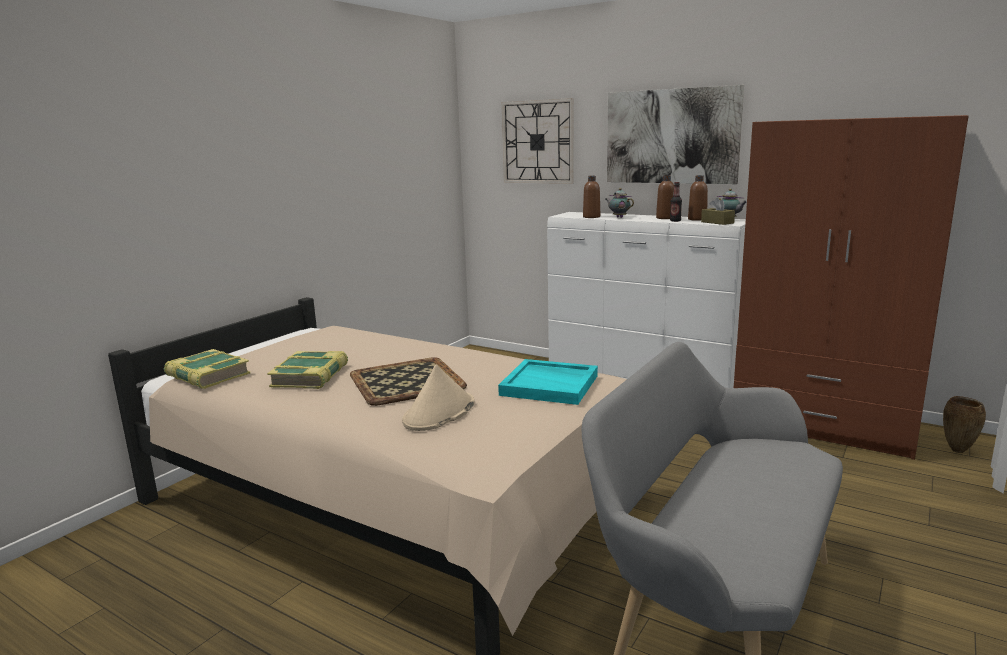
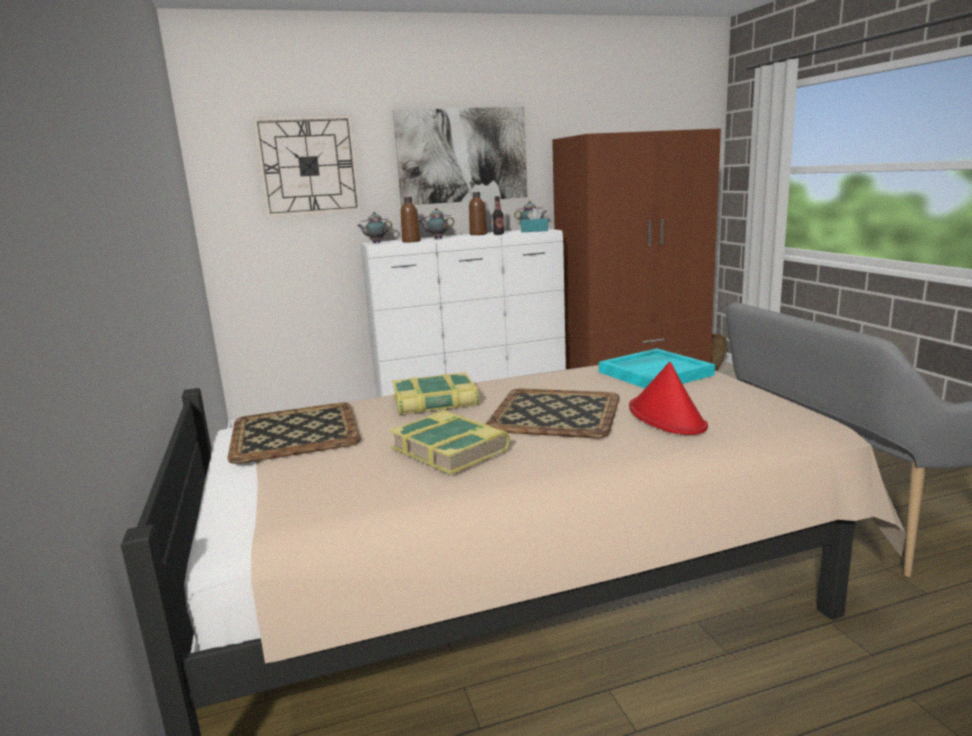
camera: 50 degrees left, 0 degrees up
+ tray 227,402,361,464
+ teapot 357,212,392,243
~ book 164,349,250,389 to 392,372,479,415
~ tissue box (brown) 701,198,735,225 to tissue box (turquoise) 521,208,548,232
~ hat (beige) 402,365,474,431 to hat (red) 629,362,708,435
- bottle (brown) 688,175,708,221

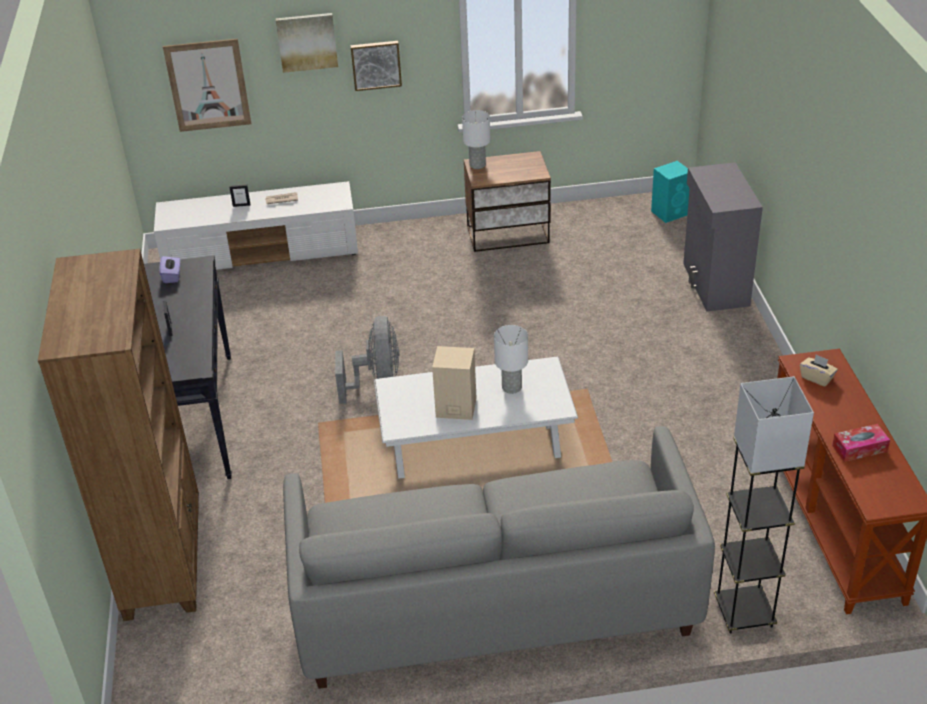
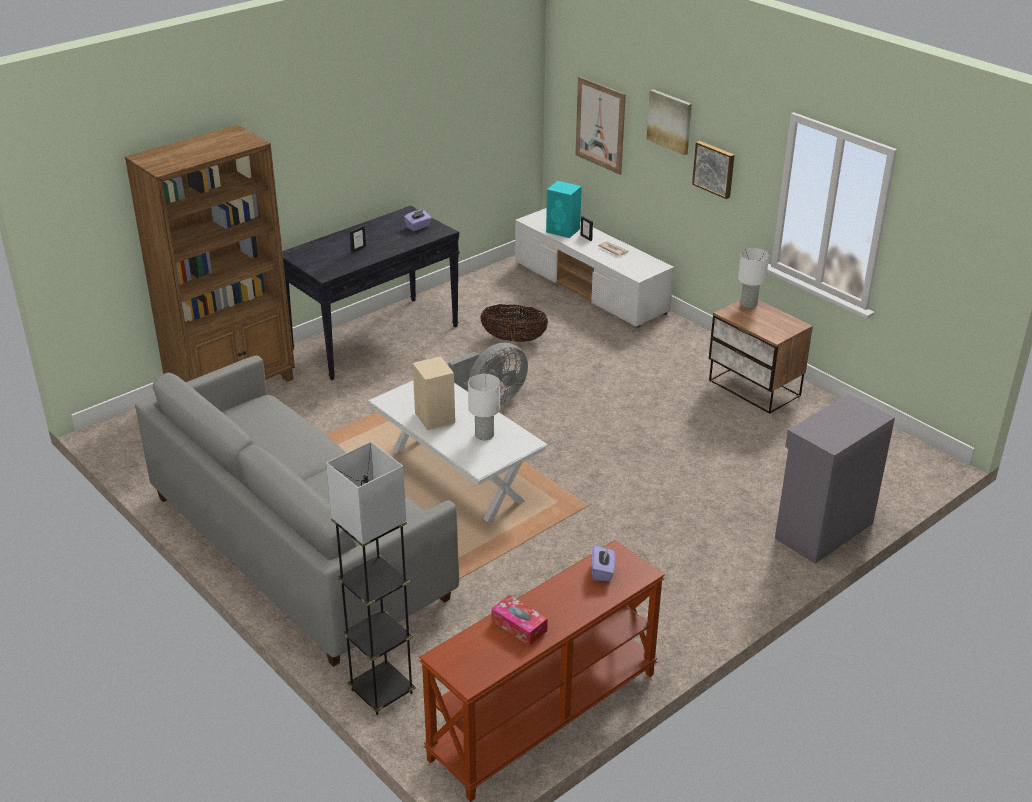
camera: 55 degrees right, 5 degrees down
+ basket 480,304,549,342
~ speaker (turquoise) 651,161,690,223 to 546,181,582,238
~ tissue box (beige) 800,354,838,387 to tissue box (purple) 591,545,615,581

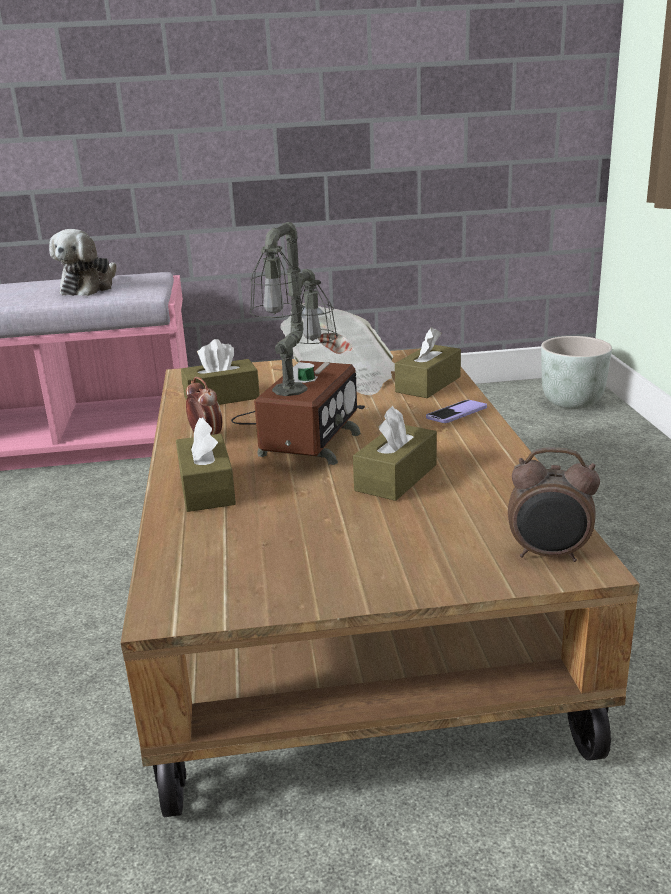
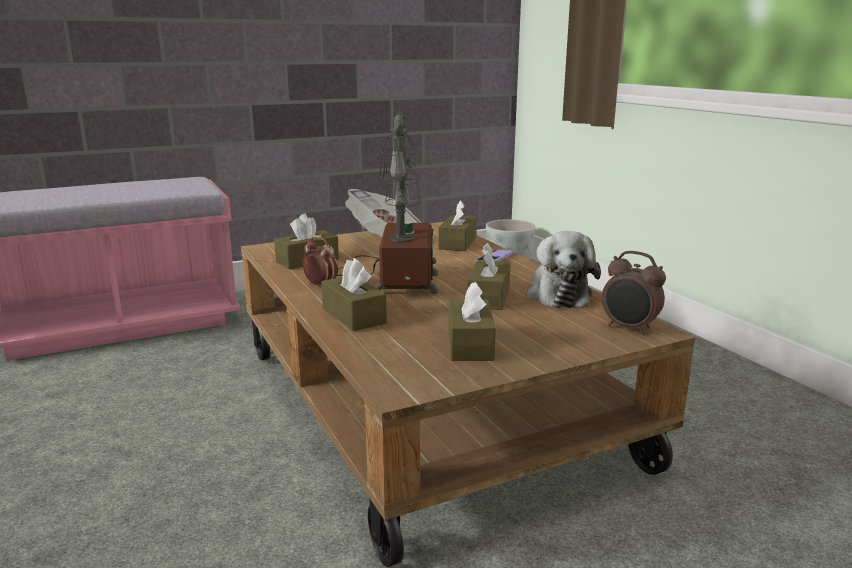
camera: 20 degrees left, 5 degrees down
+ tissue box (brown) 448,282,496,361
~ plush toy 49,229,117,296 to 526,231,601,308
~ alarm clock 508,447,600,562 = 602,251,666,335 45 degrees clockwise

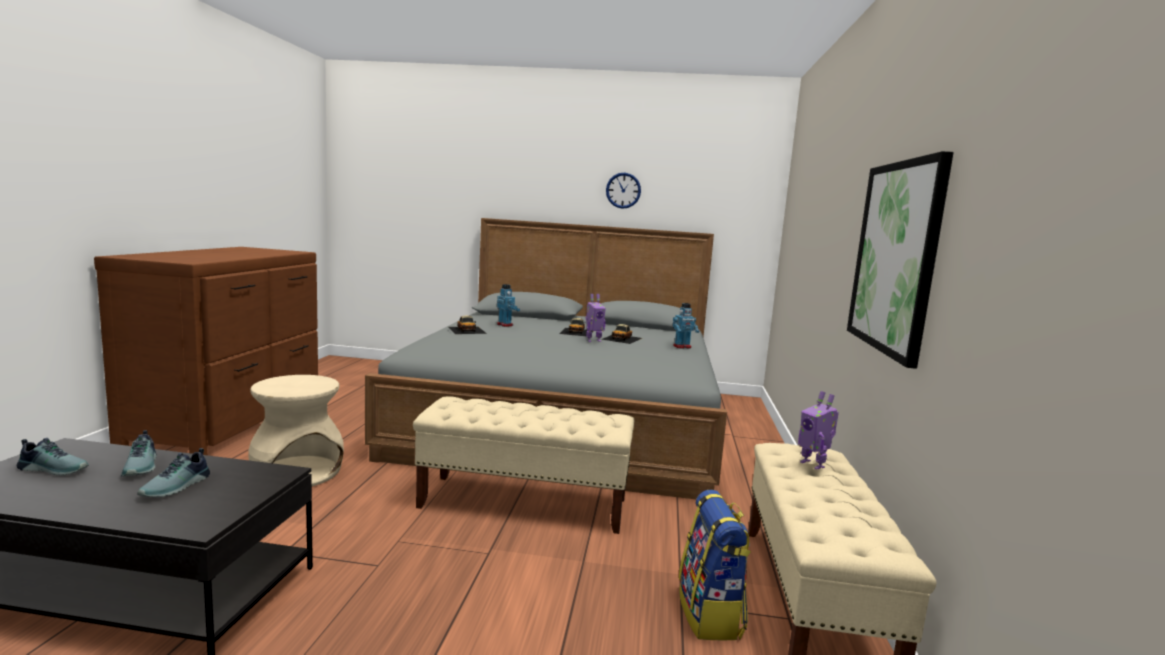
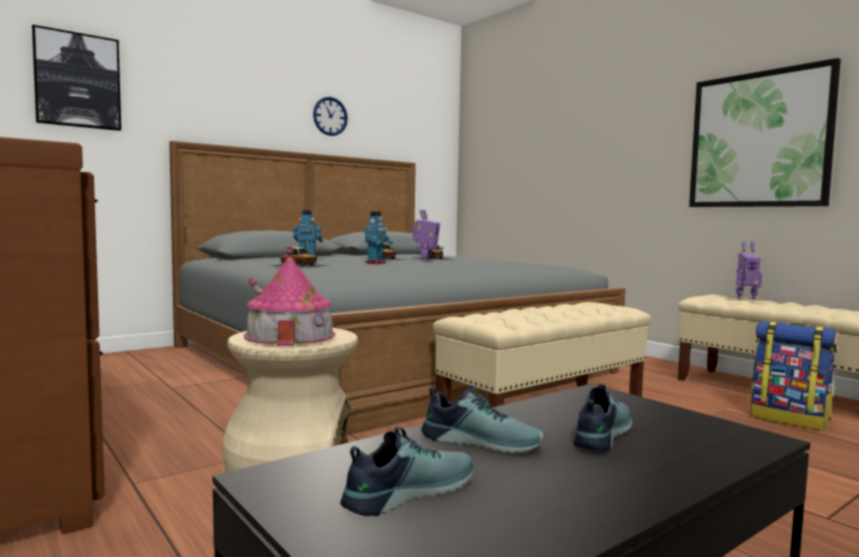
camera: 45 degrees left, 5 degrees down
+ picture 32,25,121,131
+ toy house 244,247,335,346
~ toy robot 672,303,700,349 to 364,211,393,264
~ shoe 137,448,210,497 = 573,383,632,451 120 degrees counterclockwise

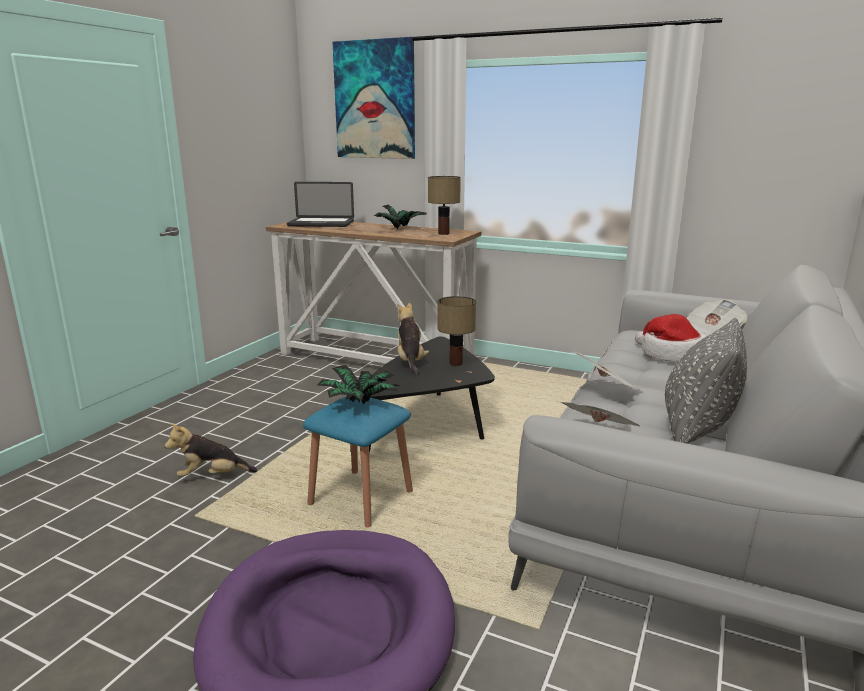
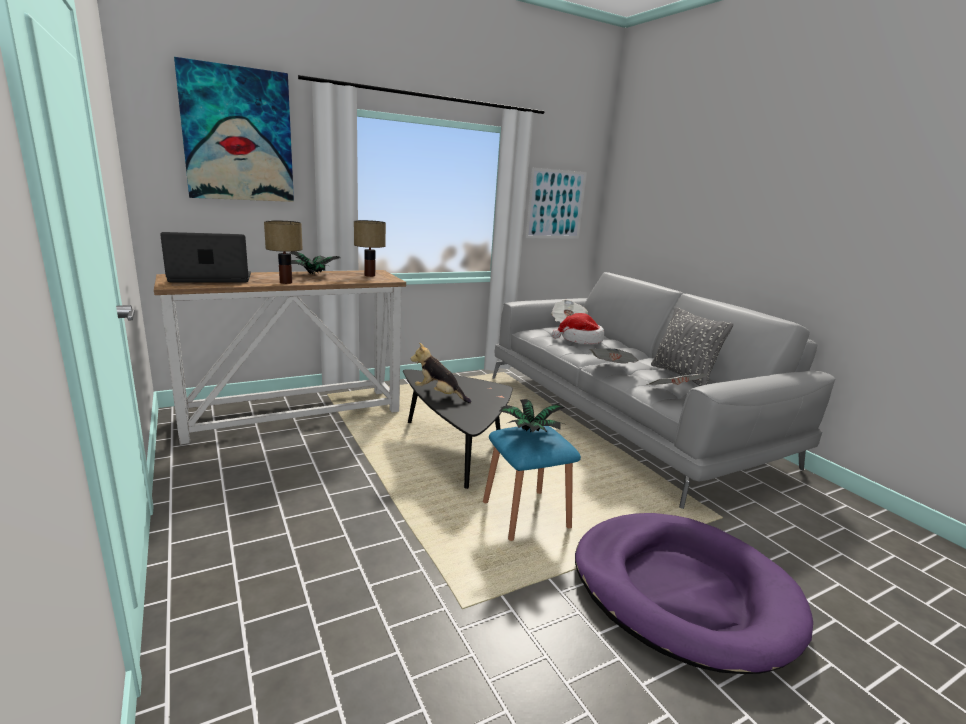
camera: 55 degrees left, 0 degrees up
~ laptop 287,182,354,227 = 160,232,251,283 150 degrees counterclockwise
~ table lamp 437,296,476,366 to 264,220,303,284
+ picture 525,168,587,239
- plush toy 165,423,258,477

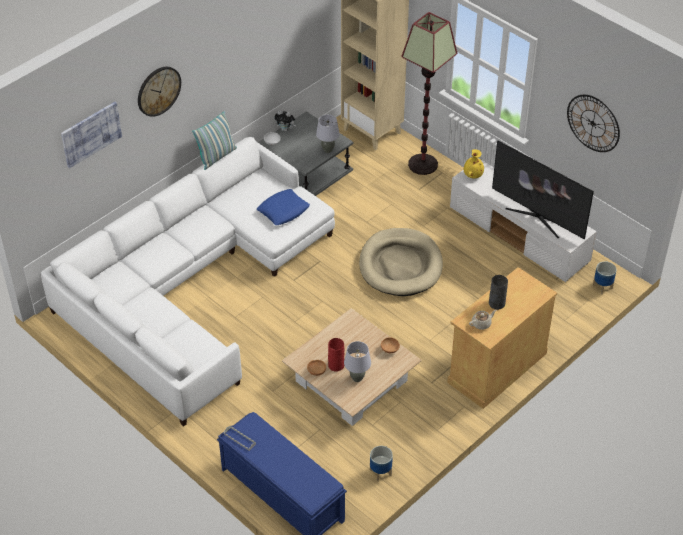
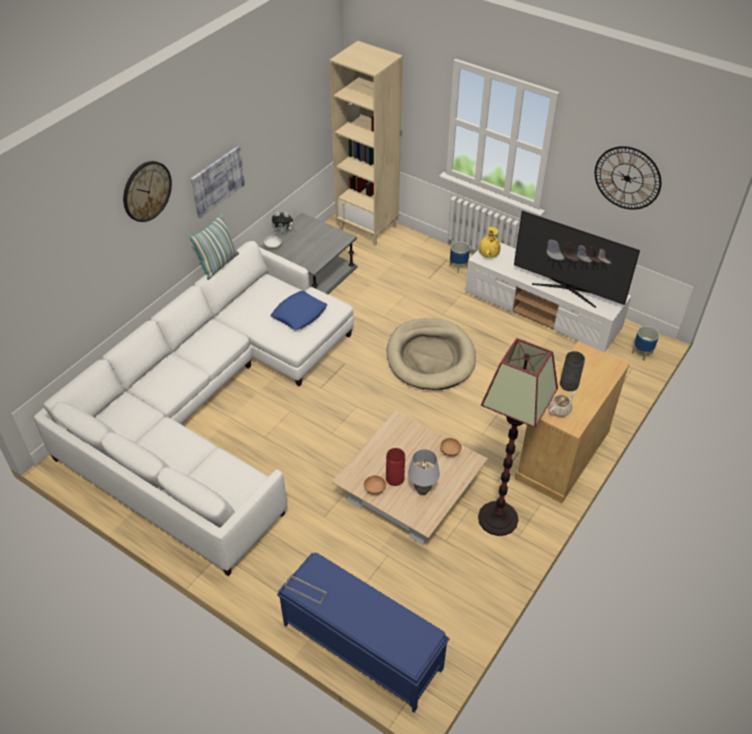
camera: 10 degrees left, 0 degrees up
~ picture 61,102,122,168 to 191,146,245,218
~ planter 370,446,393,481 to 449,241,470,273
~ floor lamp 401,12,457,175 to 478,338,558,536
- table lamp (grey) 316,115,340,153

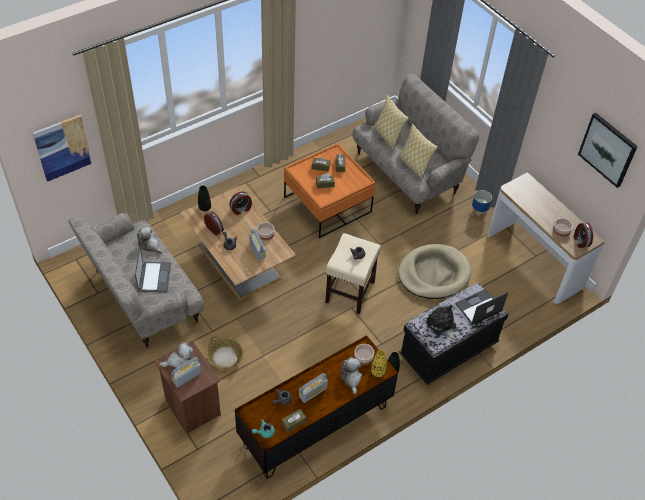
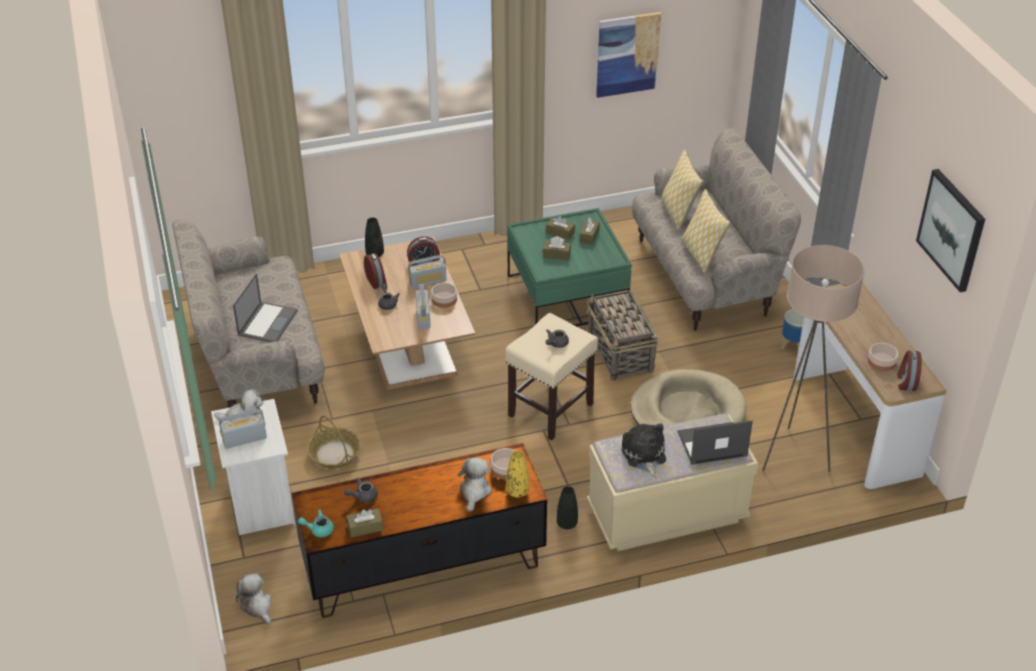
camera: 20 degrees right, 10 degrees down
~ nightstand (brown) 154,341,221,433 to nightstand (white) 211,399,295,535
~ plush toy 137,227,163,254 to 236,573,271,625
~ radio 299,373,328,403 to 408,255,446,289
~ coffee table (orange) 284,143,376,238 to coffee table (green) 507,208,632,326
+ basket 586,290,658,381
~ bench (black) 399,283,509,385 to bench (beige) 587,414,758,551
~ picture 33,115,92,182 to 596,12,661,98
+ floor lamp (beige) 762,245,865,473

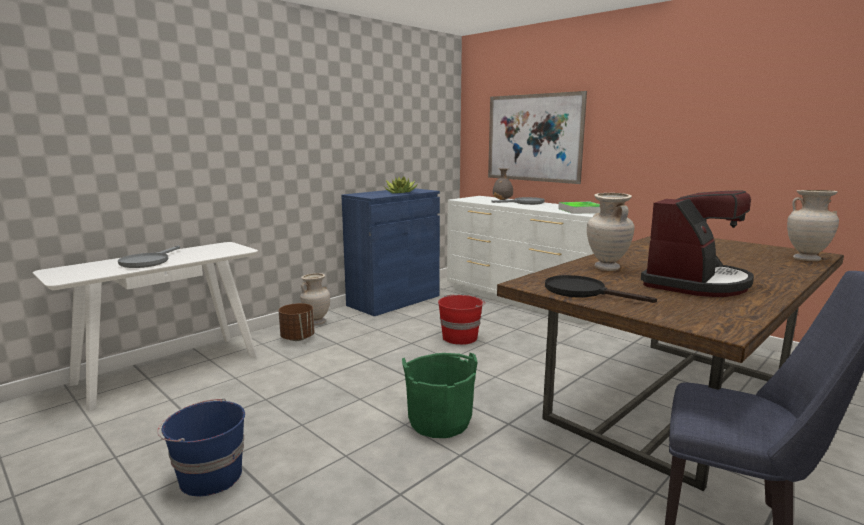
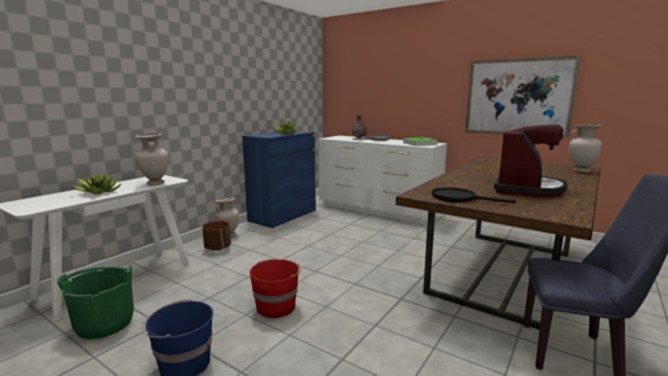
camera: 10 degrees left, 0 degrees up
~ bucket (green) 402,353,478,438 to 57,265,134,339
~ frying pan (grey) 118,245,180,268 to potted plant 71,172,122,195
~ vase (beige) 587,193,634,271 to 135,133,169,186
~ bucket (red) 438,295,485,345 to 249,259,302,318
~ picture 488,91,587,184 to 465,55,581,138

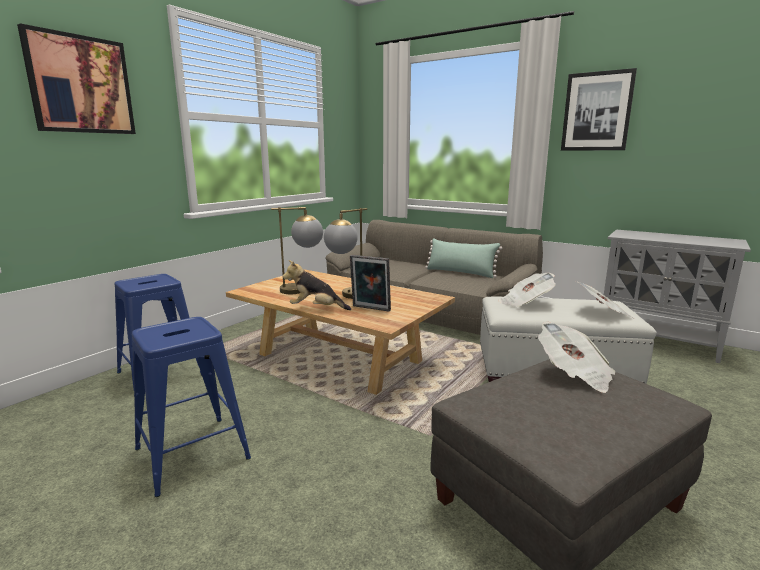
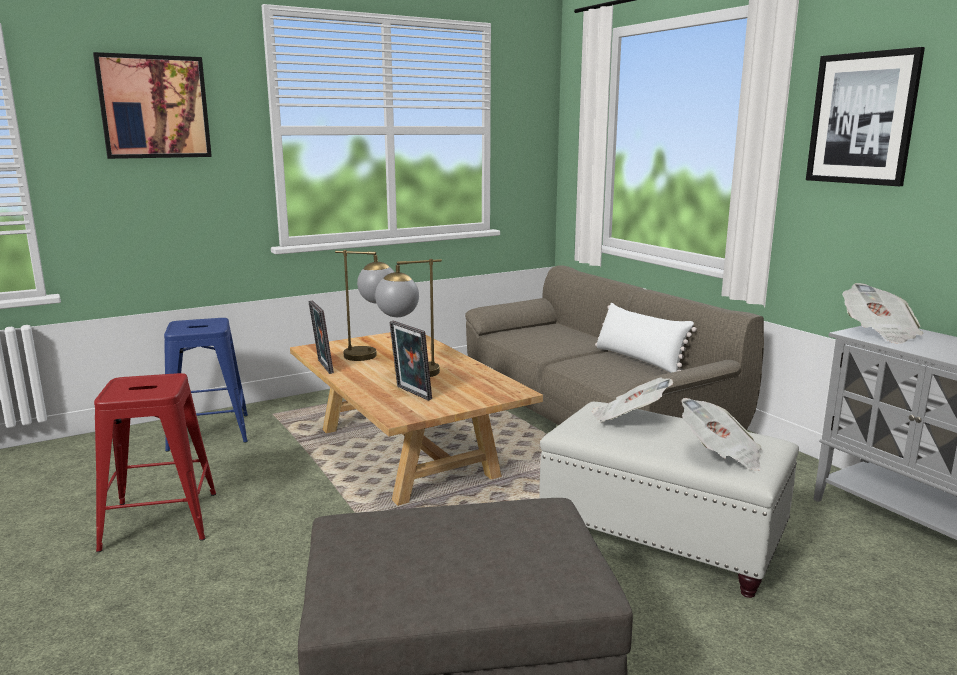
camera: 25 degrees right, 0 degrees up
~ stool (blue) 132,317,251,497 to stool (red) 94,373,216,552
+ picture frame 308,300,334,374
~ pillow (green) 425,238,502,278 to pillow (white) 595,303,697,373
~ newspaper 538,322,616,393 to 842,283,924,344
- plush toy 283,260,351,310

